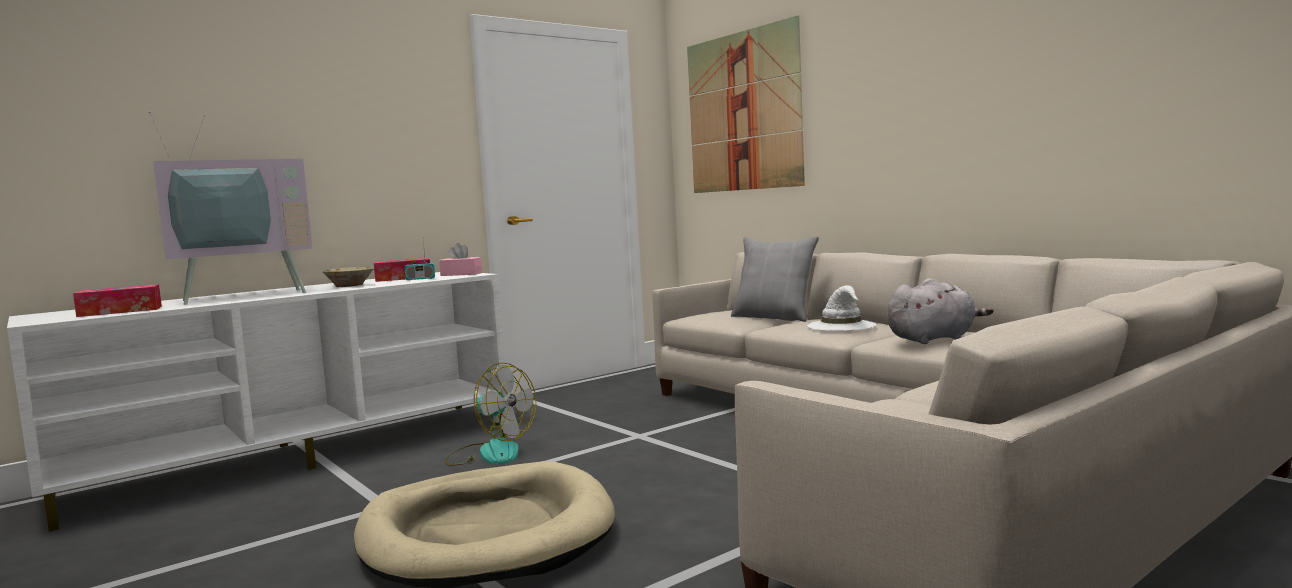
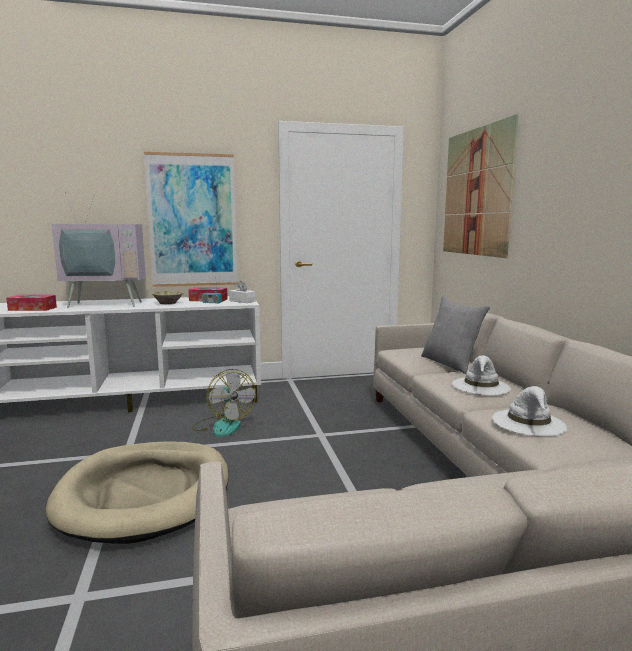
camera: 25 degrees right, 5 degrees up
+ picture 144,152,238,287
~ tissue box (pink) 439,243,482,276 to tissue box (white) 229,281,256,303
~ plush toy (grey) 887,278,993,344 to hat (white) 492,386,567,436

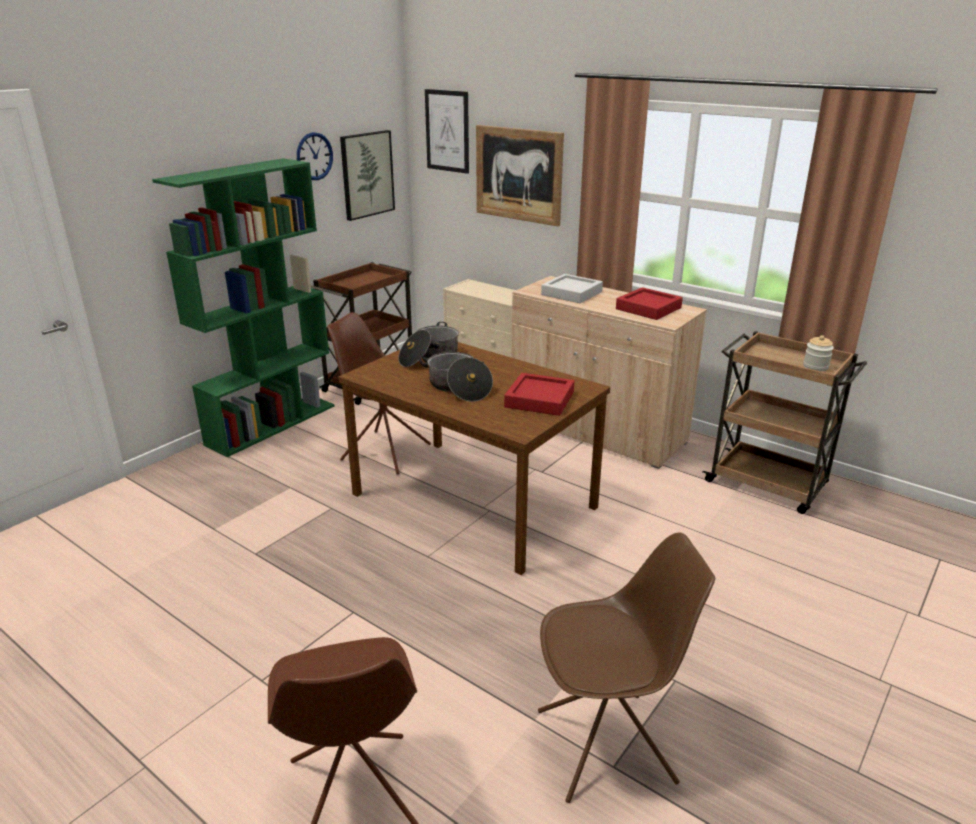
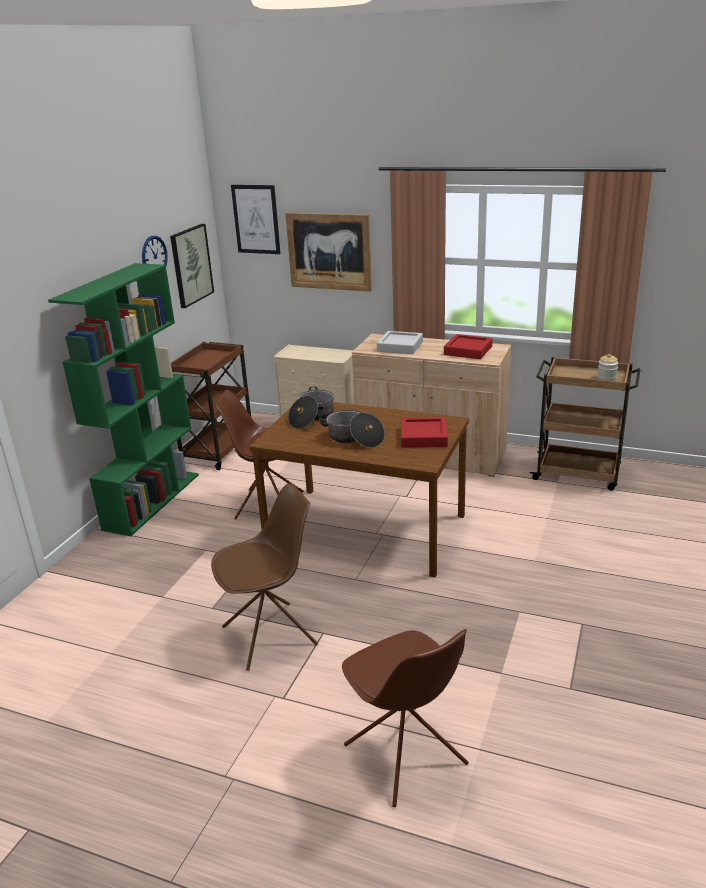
camera: 15 degrees left, 0 degrees up
~ chair (brown) 538,532,715,803 to 211,483,318,671

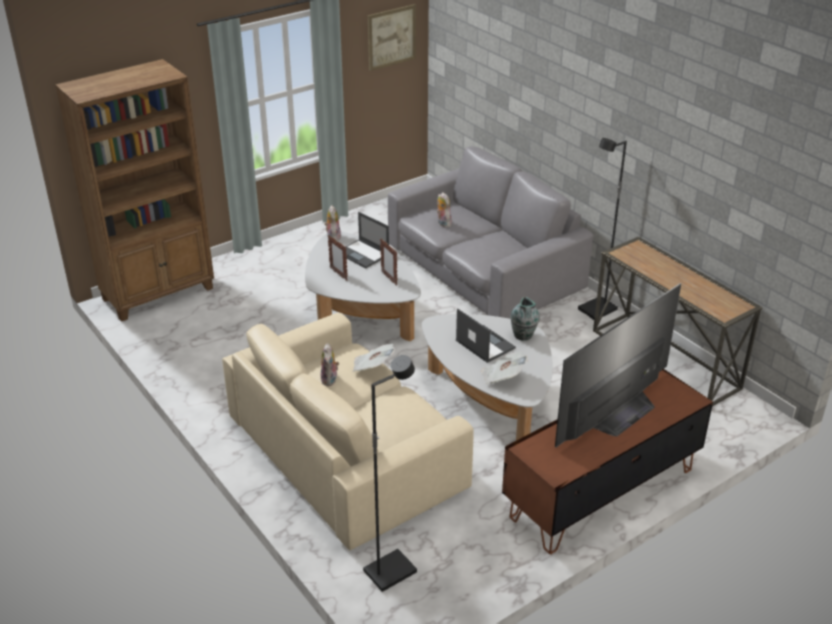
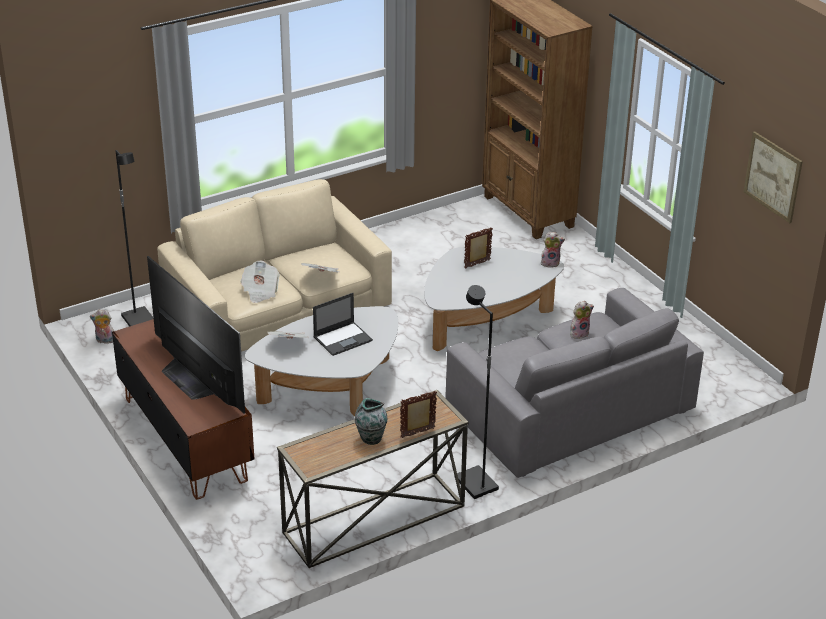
camera: 95 degrees right, 0 degrees up
~ plush toy 321,343,339,386 to 90,309,114,344
+ newspaper 240,260,280,303
~ vase 510,296,540,341 to 354,398,388,445
~ picture frame 380,238,397,286 to 400,391,437,438
- laptop 346,212,389,268

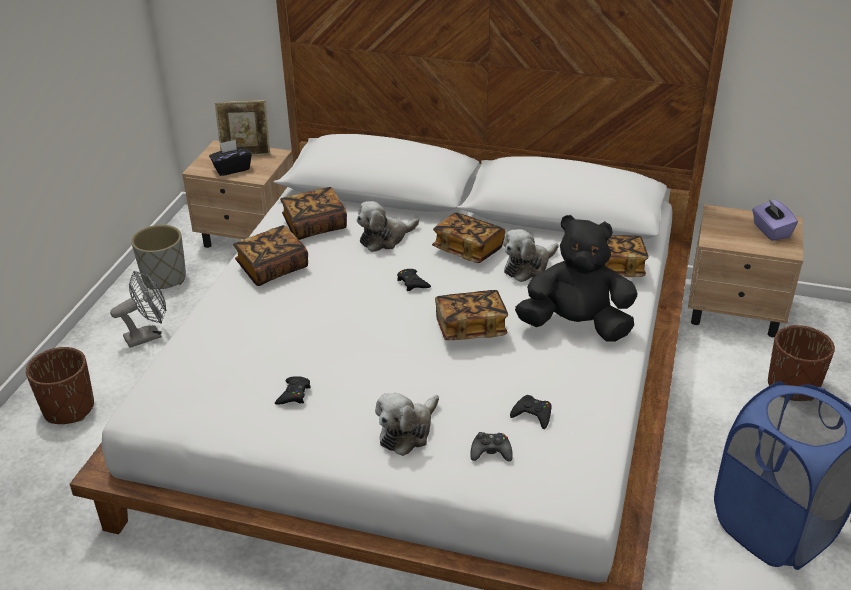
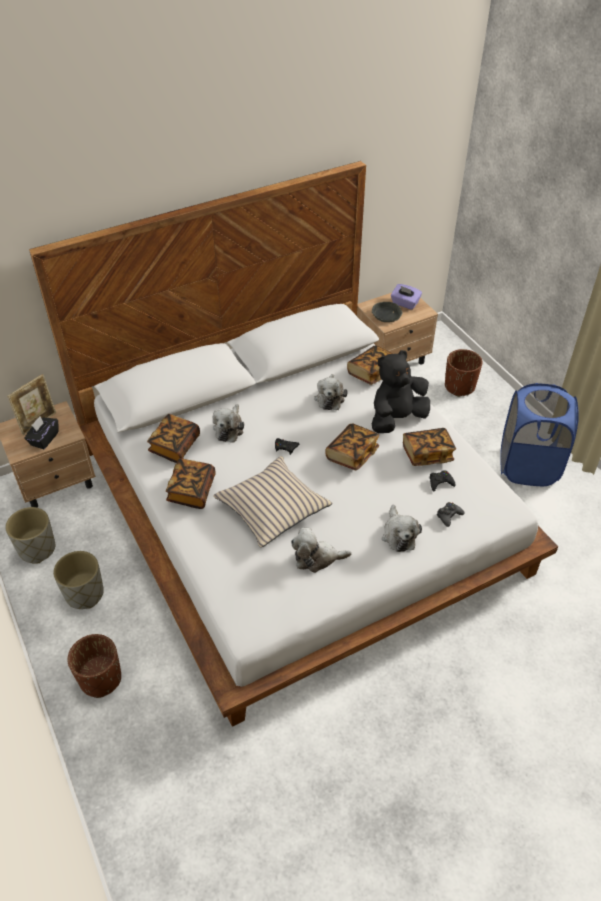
camera: 45 degrees left, 10 degrees up
~ fan (grey) 110,271,166,348 to planter (grey) 53,551,104,609
+ pillow (beige) 213,456,333,547
~ game controller (black) 275,376,311,405 to plush toy 291,528,352,573
+ bowl (grey) 372,302,402,322
~ book 432,212,505,263 to 403,428,456,466

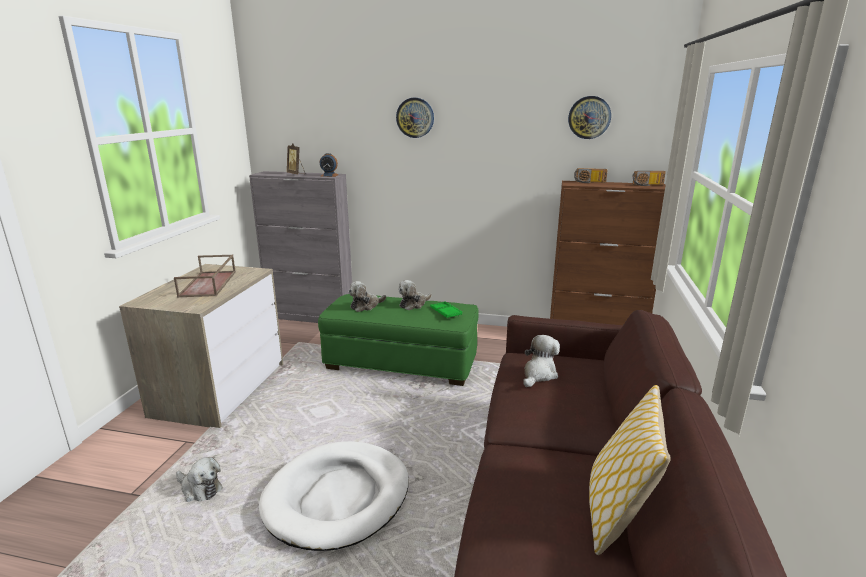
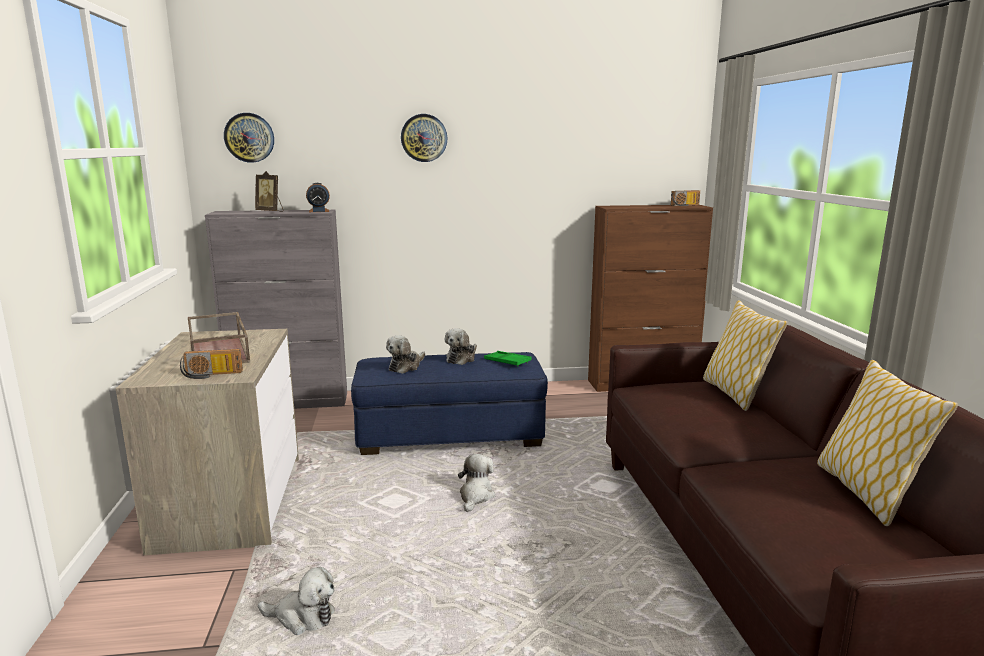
camera: 20 degrees left, 5 degrees down
~ radio 574,168,608,183 to 180,349,243,379
~ wall clock 568,96,611,139 to 224,113,274,163
~ ottoman (green) 318,294,479,386 to ottoman (blue) 351,352,548,455
~ plush toy 523,335,560,387 to 458,454,496,512
+ pillow 703,300,788,411
- dog bed (white) 259,441,409,551

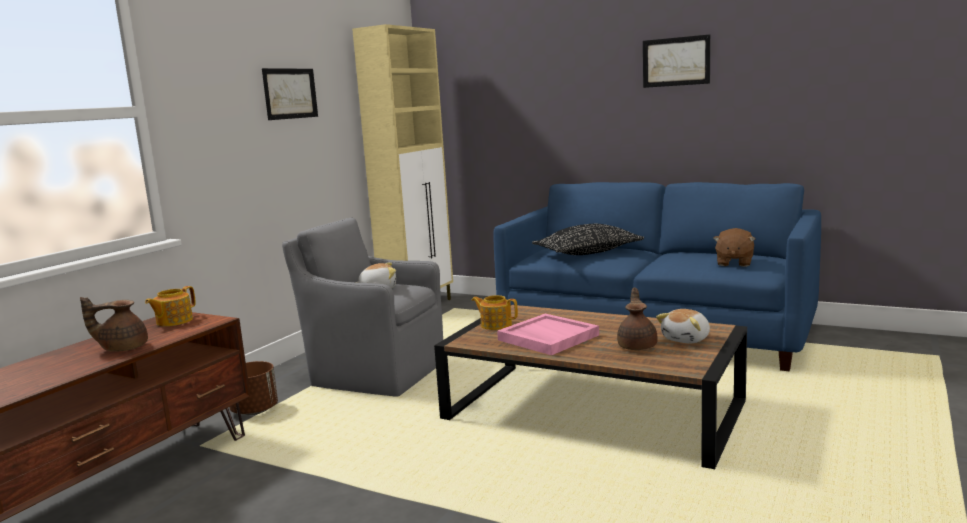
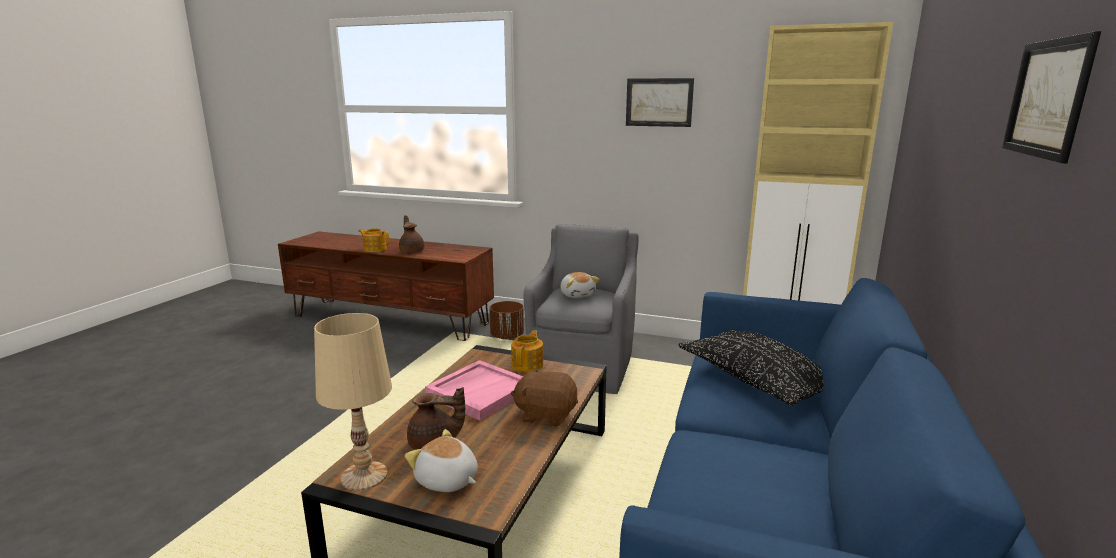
camera: 80 degrees right, 5 degrees up
+ table lamp (beige) 314,313,392,491
~ teapot 145,286,196,326 to 358,228,389,252
~ plush toy (brown) 713,228,755,267 to 511,368,578,427

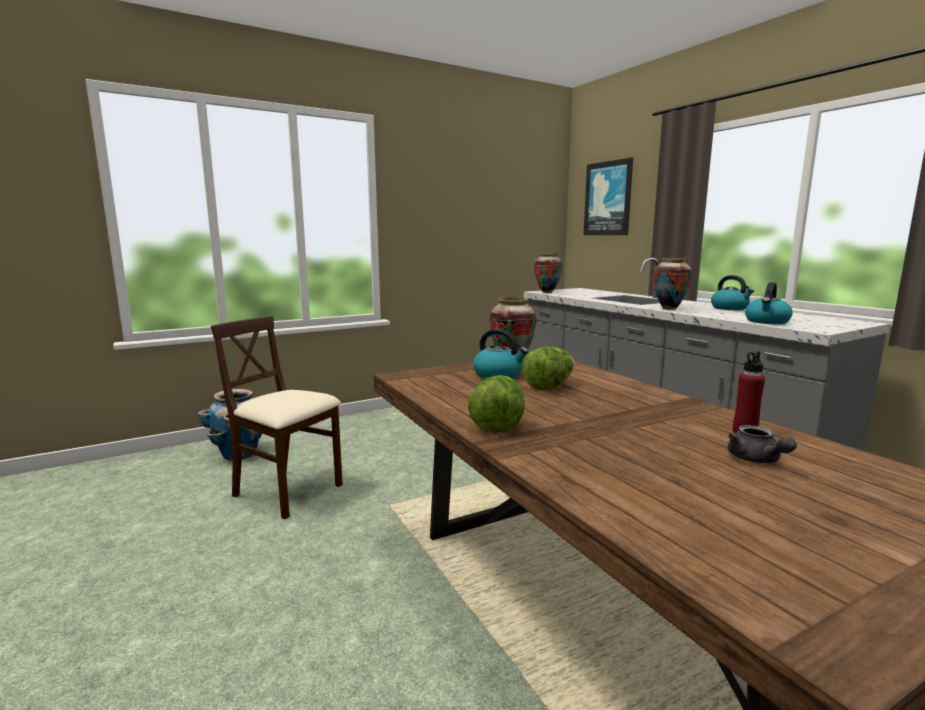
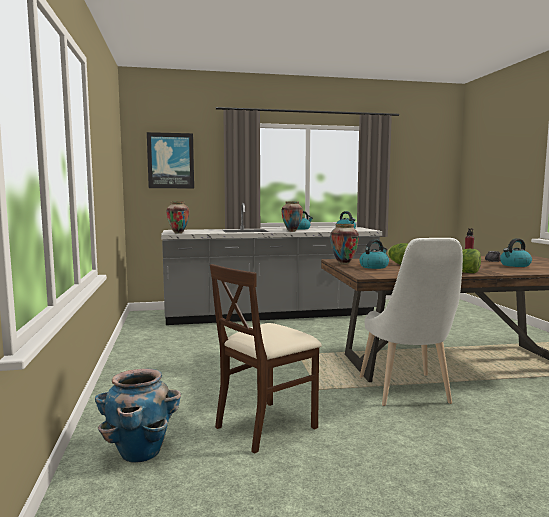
camera: 70 degrees left, 5 degrees down
+ chair (white) 360,238,463,406
+ kettle 500,238,532,267

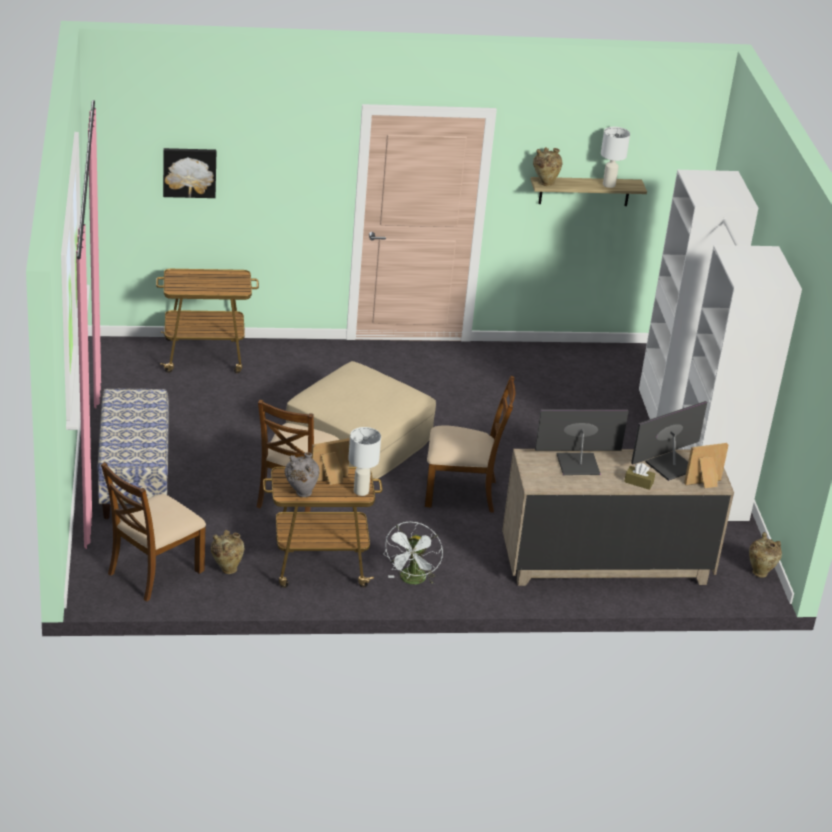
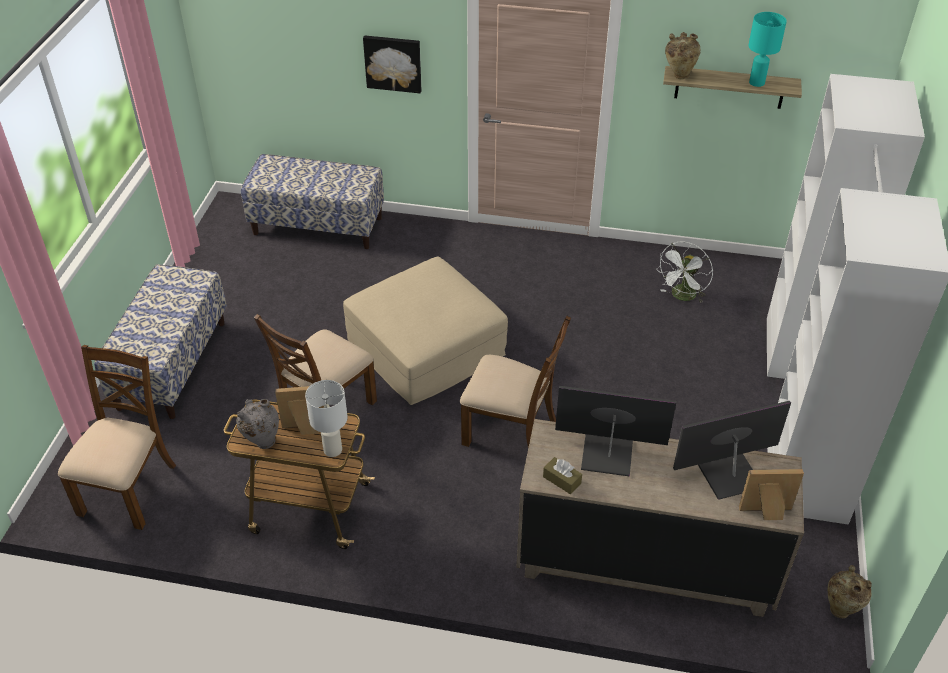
camera: 20 degrees right, 10 degrees up
~ chair (brown) 101,462,206,602 = 58,345,176,530 135 degrees clockwise
~ cart 156,269,259,373 to bench 241,154,384,249
~ picture 163,148,216,198 to 363,35,422,93
~ tissue box (brown) 624,463,655,490 to 543,457,582,494
~ fan (white) 383,522,443,585 to 657,241,713,303
~ table lamp (white) 601,127,630,188 to table lamp (turquoise) 748,12,787,87
- vase (beige) 211,530,245,574

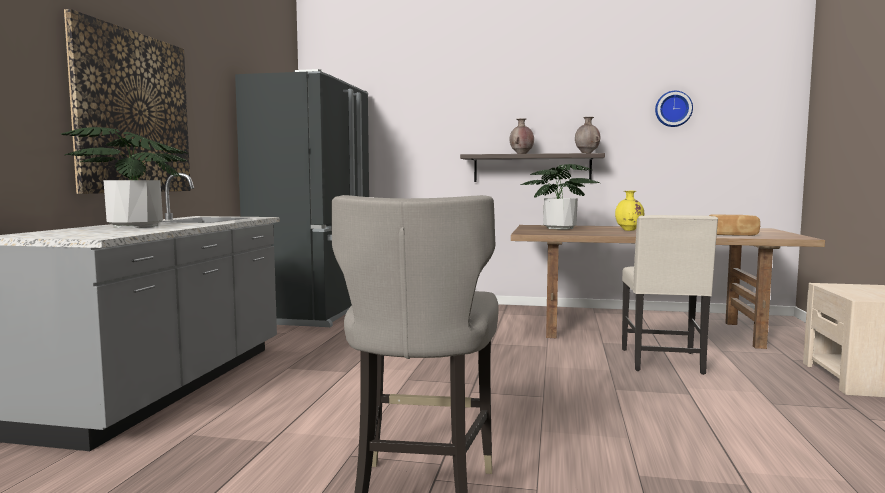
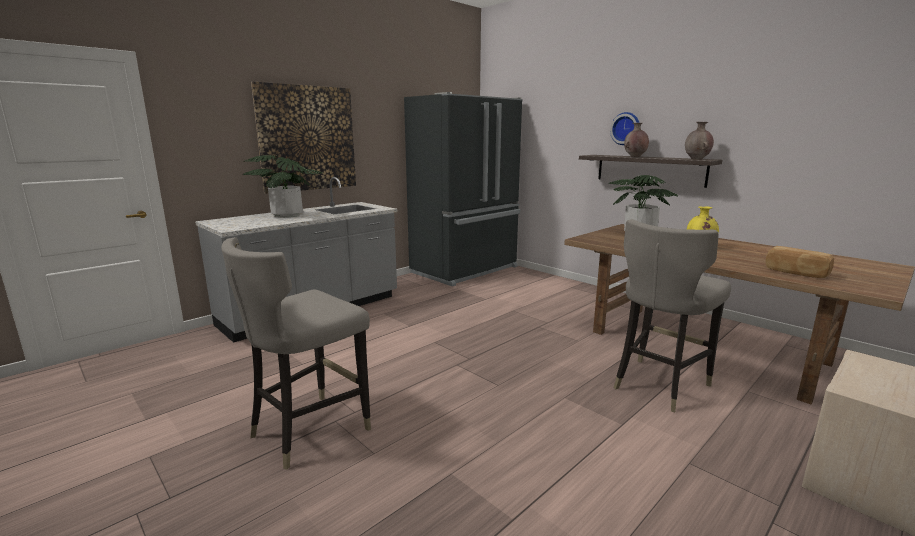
camera: 35 degrees right, 10 degrees up
~ wall clock 655,91,693,127 to 610,112,640,145
~ chair (beige) 622,215,718,375 to stool (grey) 613,219,731,412

